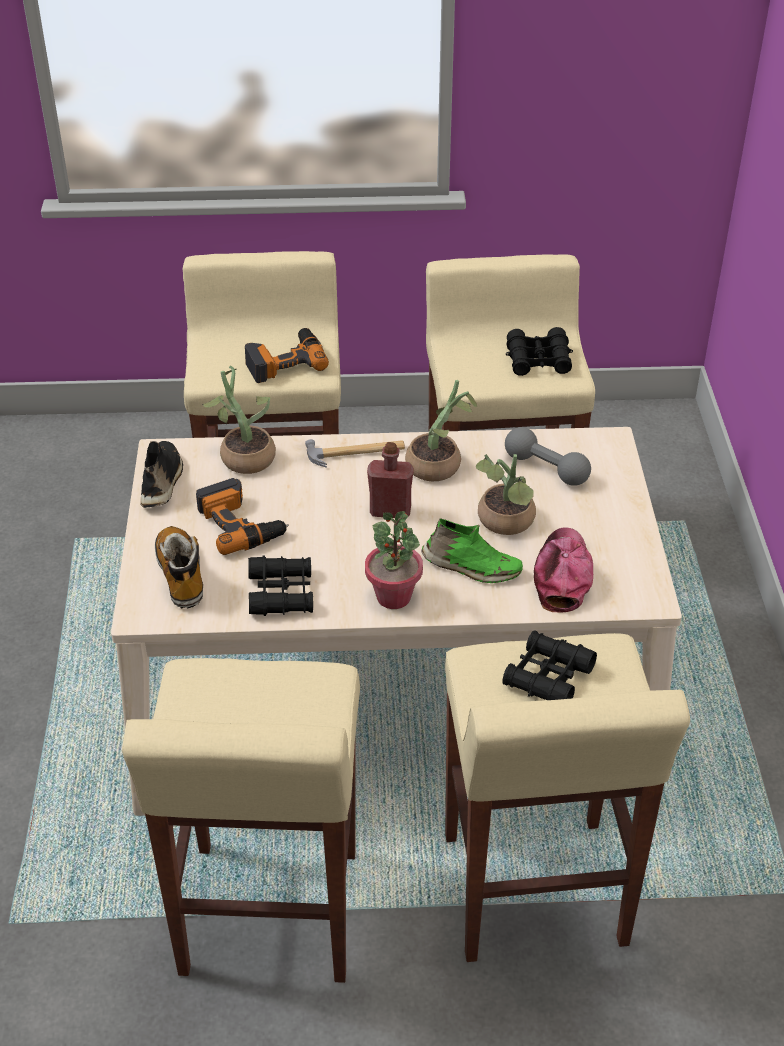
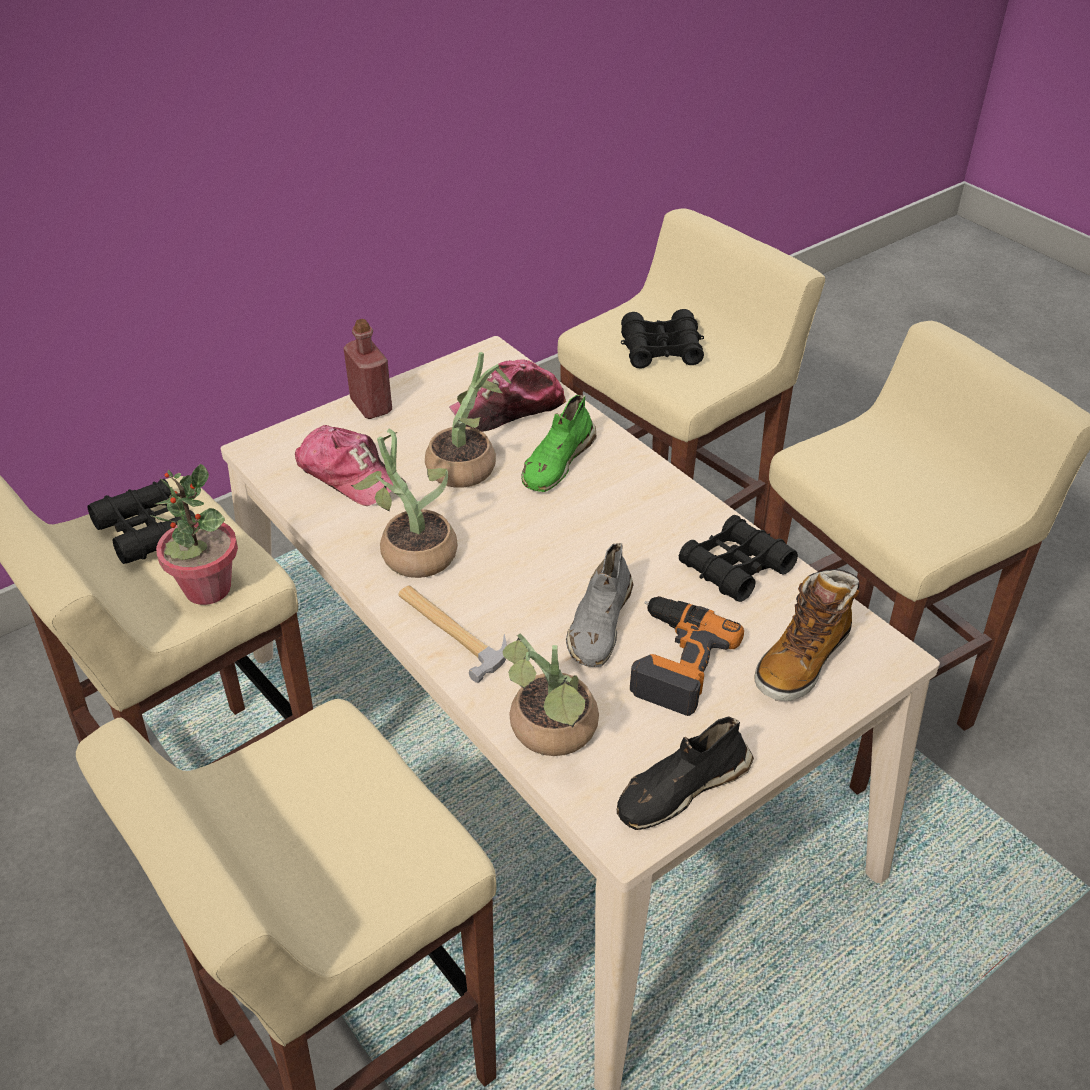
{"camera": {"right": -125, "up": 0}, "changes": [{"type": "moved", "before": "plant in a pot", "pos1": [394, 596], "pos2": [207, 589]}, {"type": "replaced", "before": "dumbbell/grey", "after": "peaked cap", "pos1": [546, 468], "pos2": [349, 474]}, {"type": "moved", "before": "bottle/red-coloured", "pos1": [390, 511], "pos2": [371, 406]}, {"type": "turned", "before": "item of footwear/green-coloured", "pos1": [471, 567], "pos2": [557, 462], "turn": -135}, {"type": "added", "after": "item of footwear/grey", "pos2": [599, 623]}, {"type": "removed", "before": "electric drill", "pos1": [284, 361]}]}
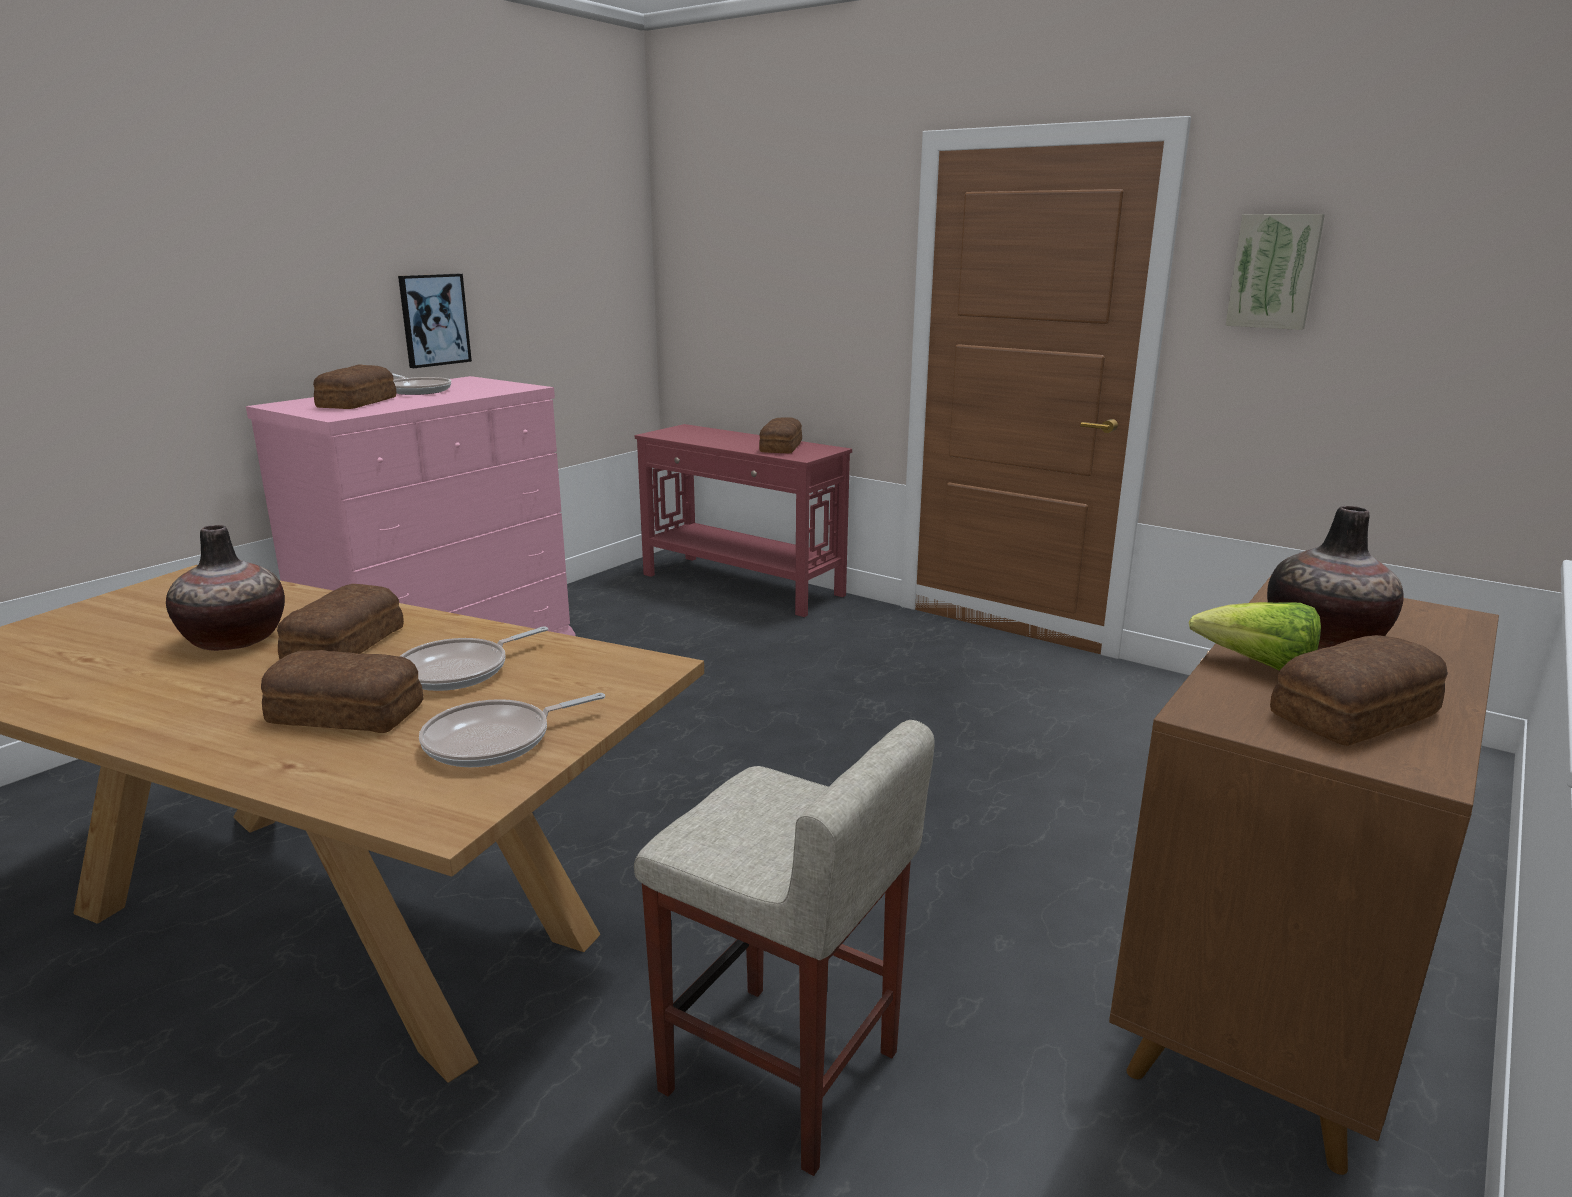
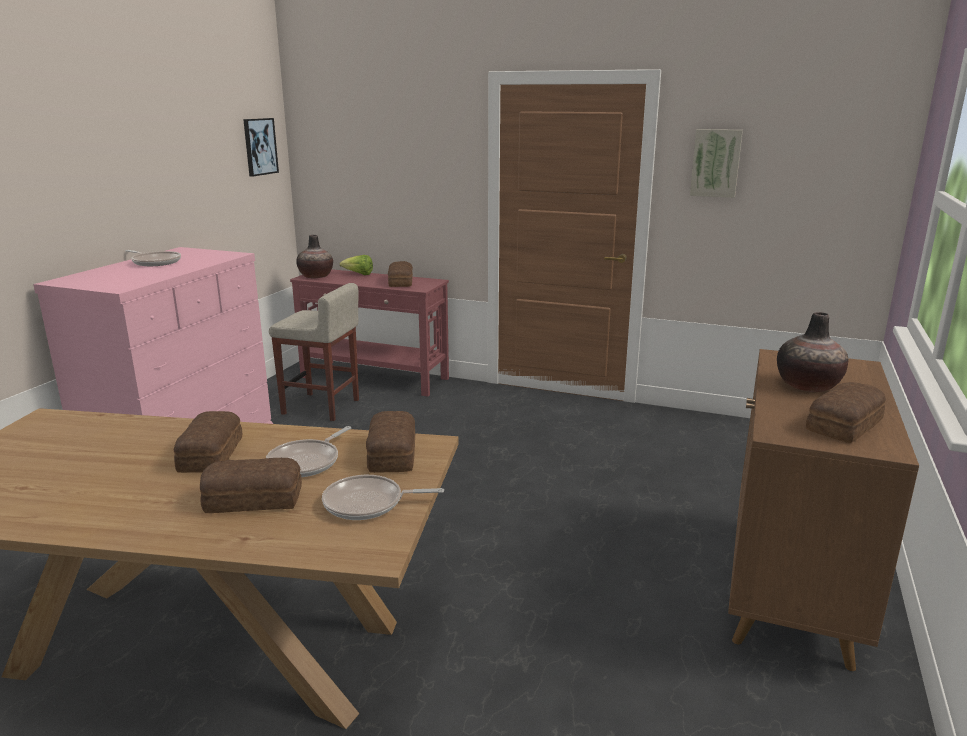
{"camera": {"right": -15, "up": 0}, "changes": [{"type": "moved", "before": "wall picture", "pos1": [434, 320], "pos2": [259, 146]}, {"type": "moved", "before": "sitting stool/beige", "pos1": [783, 1073], "pos2": [322, 407]}, {"type": "moved", "before": "decorative vase", "pos1": [234, 640], "pos2": [316, 276]}, {"type": "turned", "before": "frying pan", "pos1": [495, 741], "pos2": [368, 504], "turn": 45}, {"type": "moved", "before": "head of lettuce", "pos1": [1258, 666], "pos2": [359, 274]}, {"type": "moved", "before": "bread", "pos1": [355, 403], "pos2": [390, 455]}]}
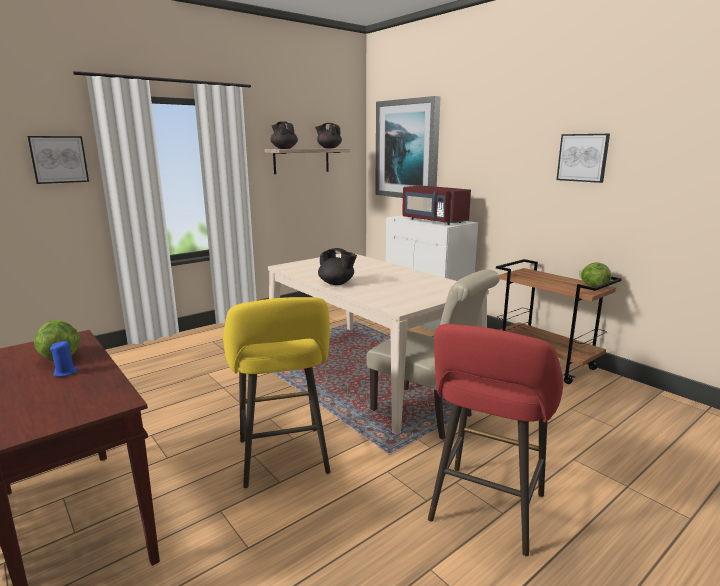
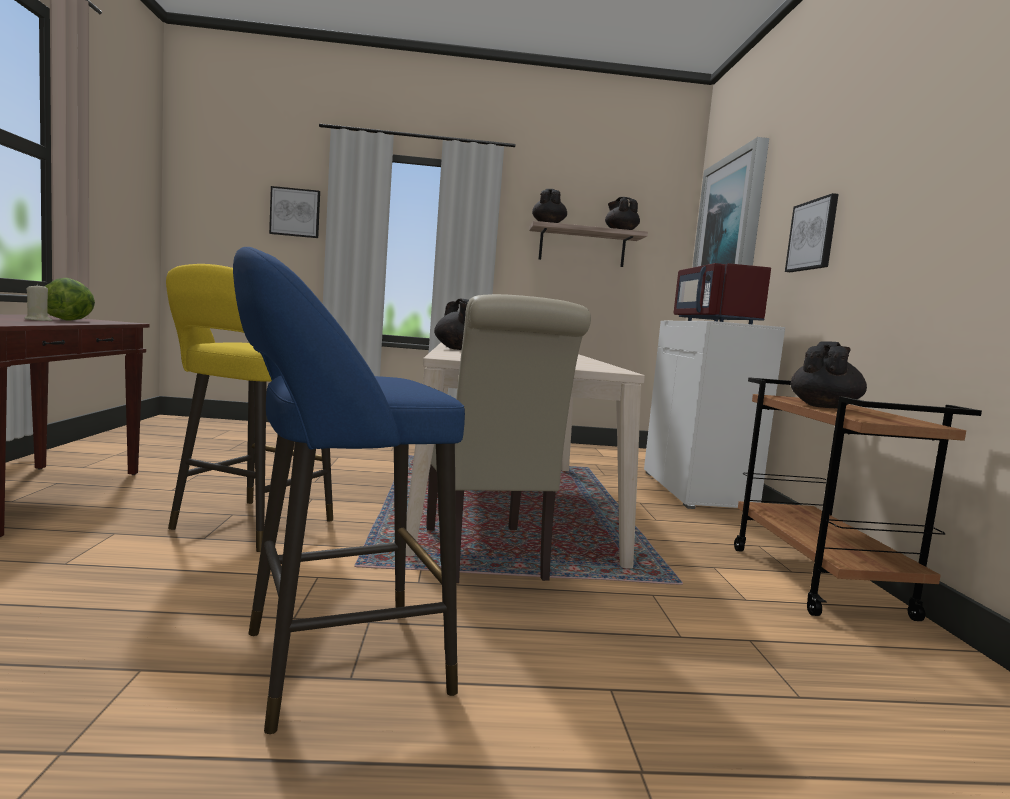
{"camera": {"right": 35, "up": -10}, "changes": [{"type": "recoloured", "before": "wax light/blue-coloured", "after": "wax light/beige", "pos1": [65, 373], "pos2": [38, 320]}, {"type": "recoloured", "before": "sitting stool/red-coloured", "after": "sitting stool/blue-coloured", "pos1": [485, 512], "pos2": [331, 664]}, {"type": "moved", "before": "wall picture", "pos1": [583, 157], "pos2": [812, 235]}, {"type": "added", "after": "tea pot/black", "pos2": [824, 407]}, {"type": "removed", "before": "head of lettuce", "pos1": [593, 286]}]}
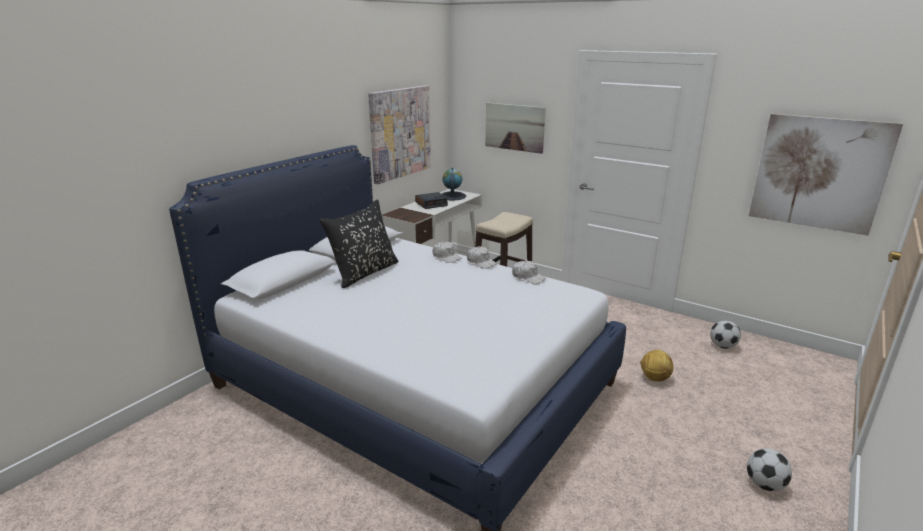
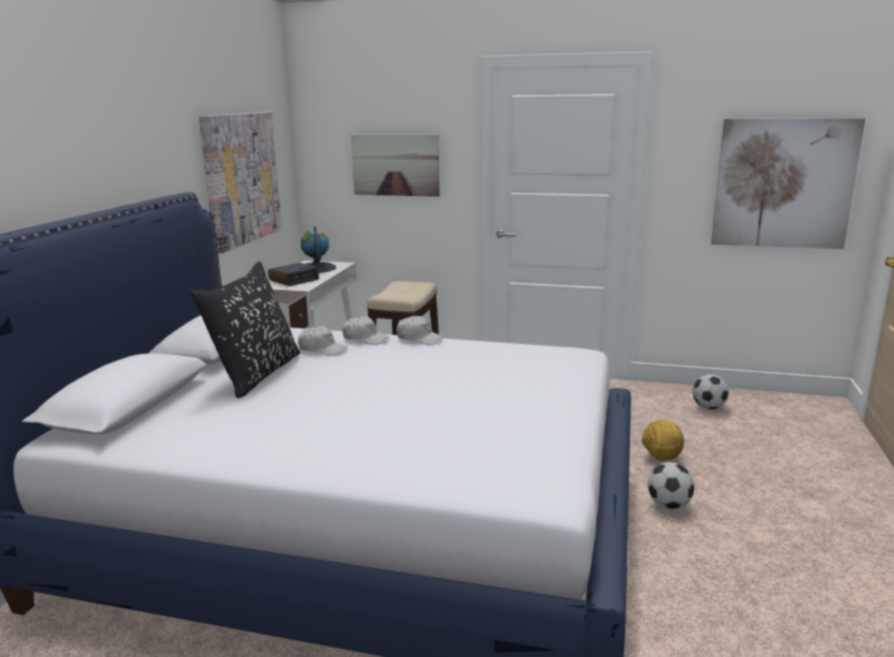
{"camera": {"right": -20, "up": -5}, "changes": [{"type": "moved", "before": "peaked cap/whitish", "pos1": [528, 277], "pos2": [322, 349]}, {"type": "moved", "before": "football ball", "pos1": [764, 484], "pos2": [668, 505]}]}
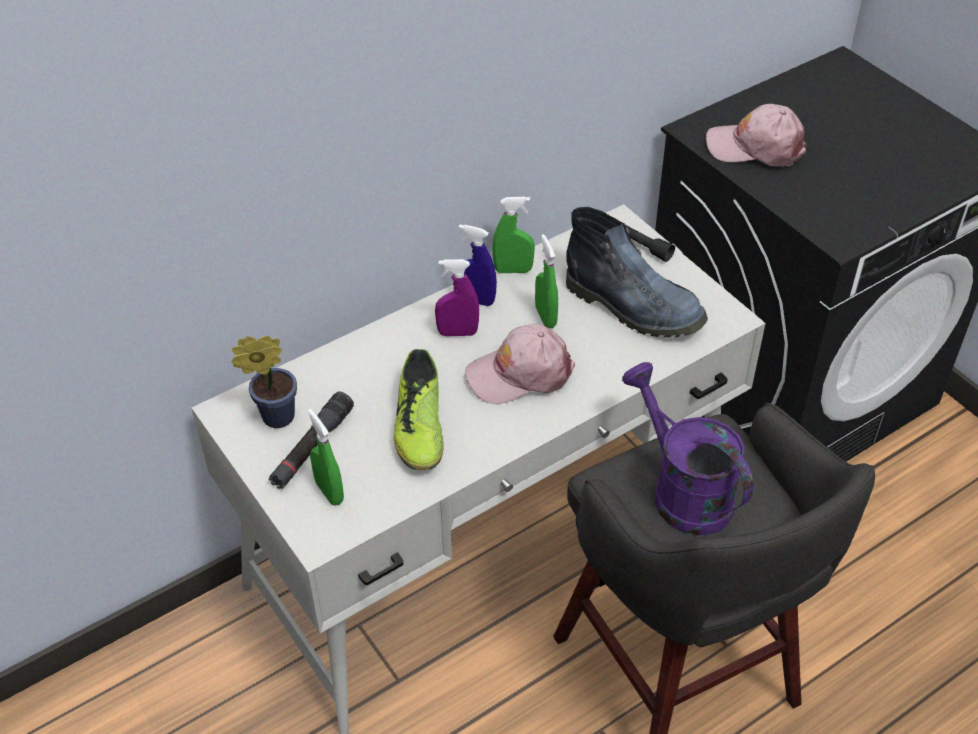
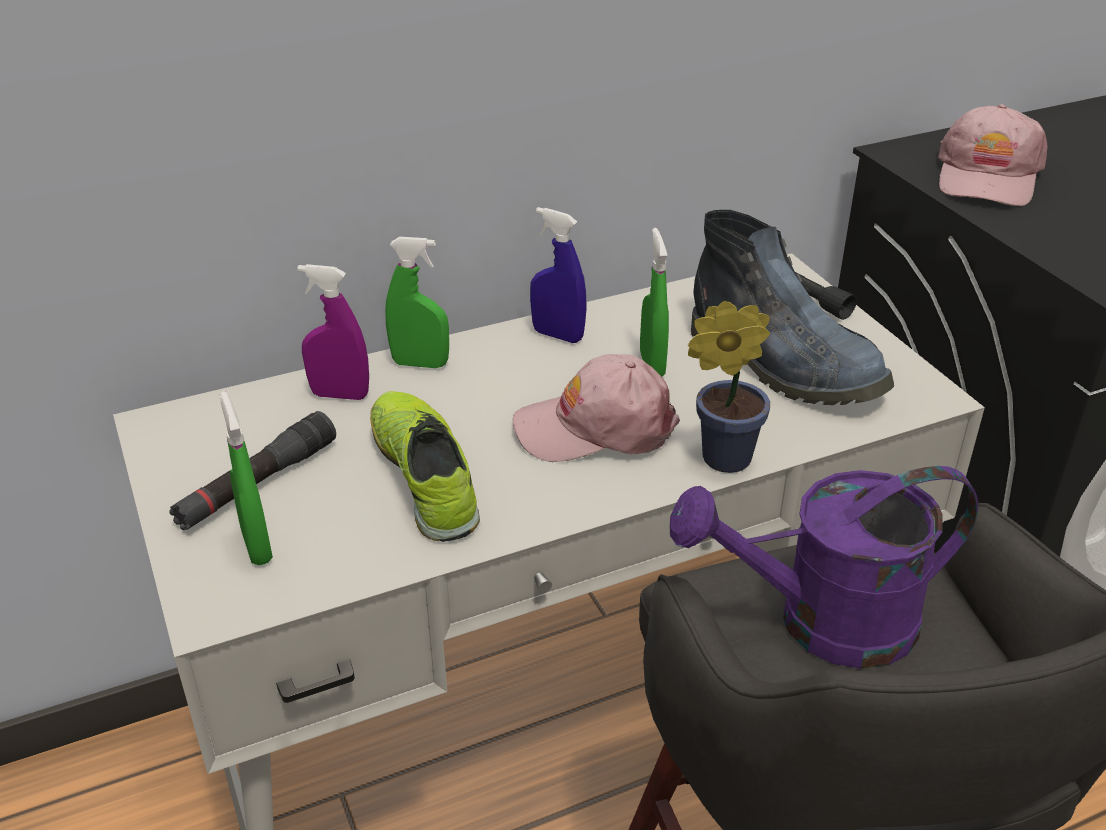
{"camera": {"right": 10, "up": -10}, "changes": [{"type": "moved", "before": "hand sprayer/purplish", "pos1": [457, 333], "pos2": [340, 395]}, {"type": "turned", "before": "item of footwear", "pos1": [419, 426], "pos2": [425, 476], "turn": 150}, {"type": "moved", "before": "hand sprayer/green-coloured", "pos1": [513, 270], "pos2": [420, 364]}, {"type": "turned", "before": "watering pot/purplish", "pos1": [682, 490], "pos2": [822, 623], "turn": -75}, {"type": "moved", "before": "plant in a pot", "pos1": [273, 417], "pos2": [719, 458]}, {"type": "turned", "before": "peaked cap/pinkish", "pos1": [755, 147], "pos2": [987, 176], "turn": -90}]}
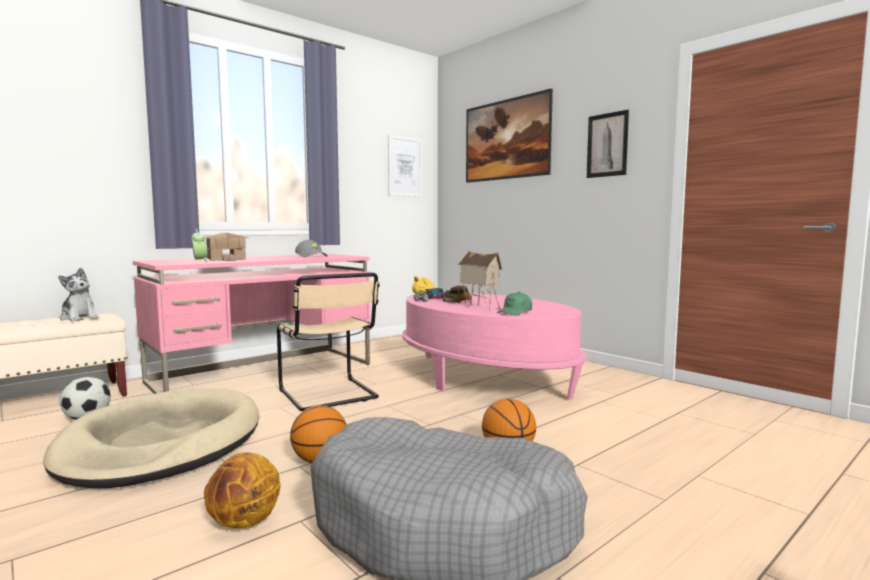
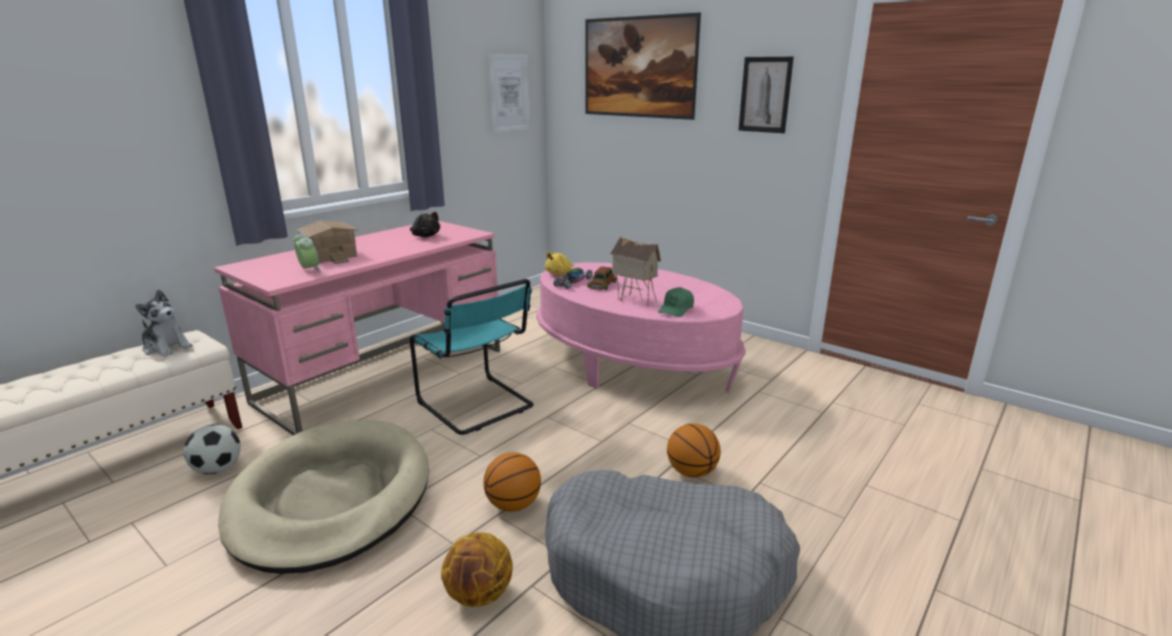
{"camera": {"right": -10, "up": 15}, "changes": [{"type": "replaced", "before": "peaked cap/grey", "after": "soft toy/black", "pos1": [311, 256], "pos2": [425, 236]}, {"type": "recoloured", "before": "upright chair/beige", "after": "upright chair/blue-green", "pos1": [329, 395], "pos2": [478, 406]}]}
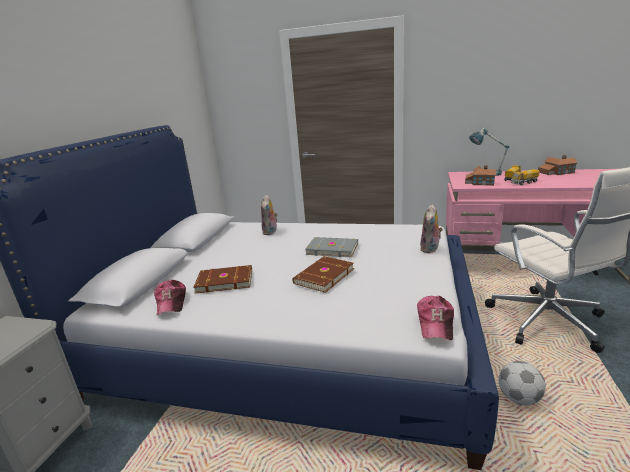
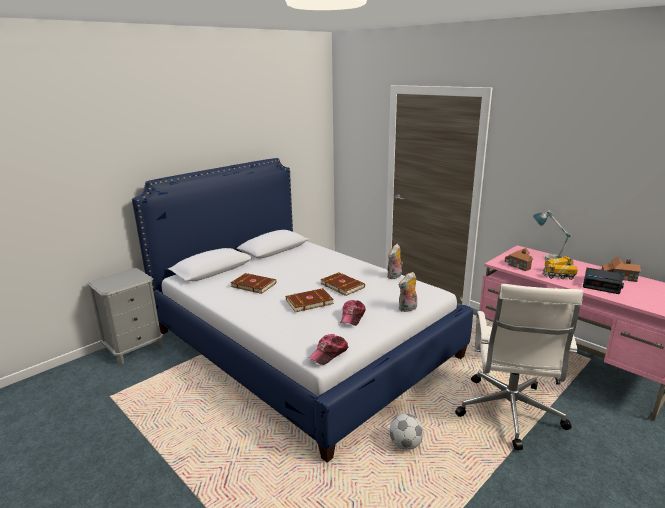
{"camera": {"right": 30, "up": 0}, "changes": [{"type": "recoloured", "before": "bound book/grey", "after": "bound book/brown", "pos1": [332, 249], "pos2": [342, 285]}, {"type": "moved", "before": "peaked cap", "pos1": [171, 302], "pos2": [352, 317]}, {"type": "moved", "before": "soft toy", "pos1": [270, 232], "pos2": [395, 276]}, {"type": "added", "after": "bedside clock", "pos2": [602, 285]}]}
